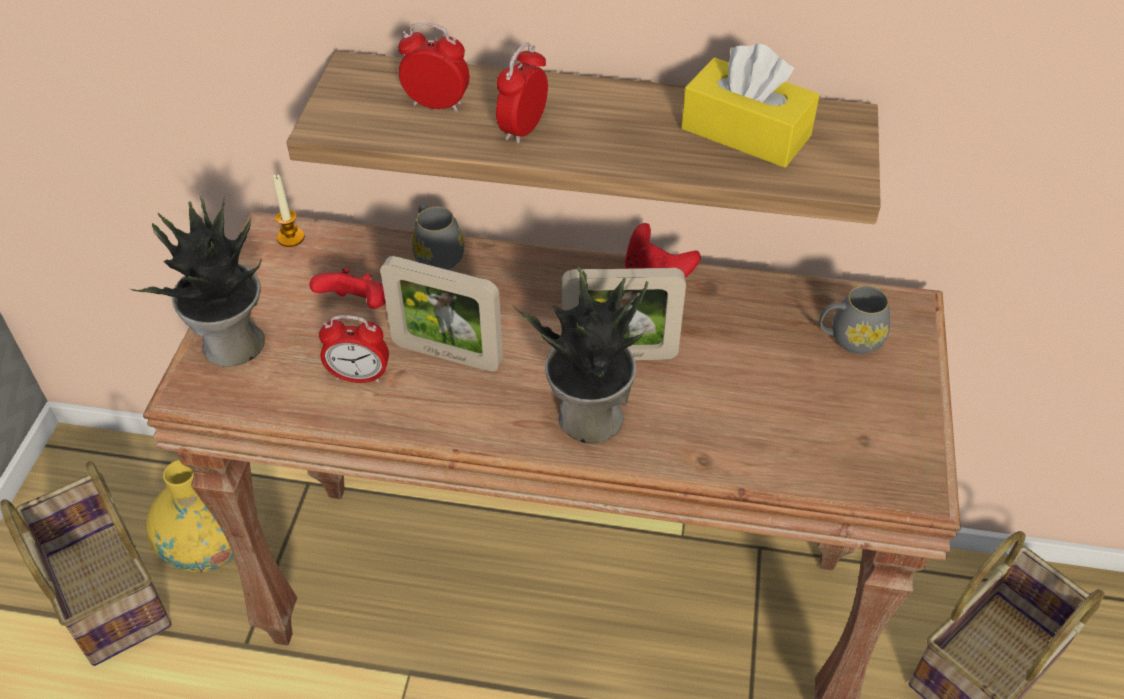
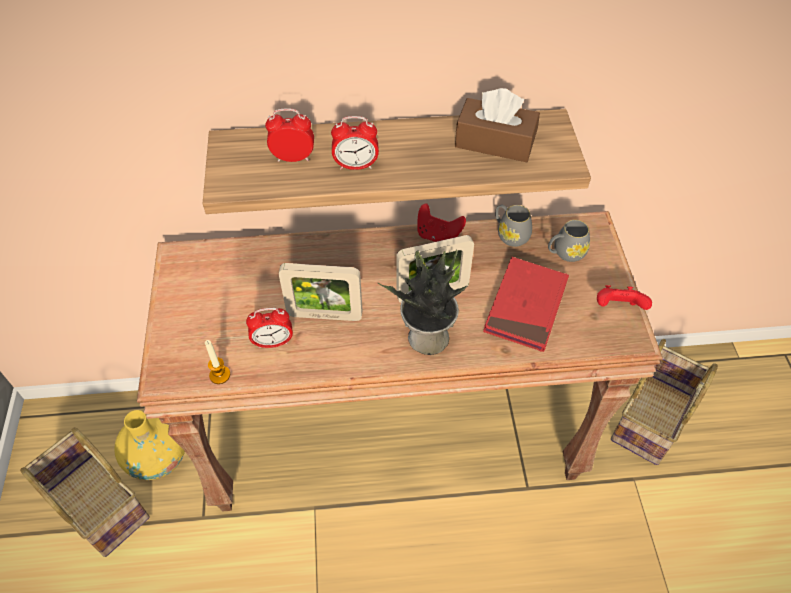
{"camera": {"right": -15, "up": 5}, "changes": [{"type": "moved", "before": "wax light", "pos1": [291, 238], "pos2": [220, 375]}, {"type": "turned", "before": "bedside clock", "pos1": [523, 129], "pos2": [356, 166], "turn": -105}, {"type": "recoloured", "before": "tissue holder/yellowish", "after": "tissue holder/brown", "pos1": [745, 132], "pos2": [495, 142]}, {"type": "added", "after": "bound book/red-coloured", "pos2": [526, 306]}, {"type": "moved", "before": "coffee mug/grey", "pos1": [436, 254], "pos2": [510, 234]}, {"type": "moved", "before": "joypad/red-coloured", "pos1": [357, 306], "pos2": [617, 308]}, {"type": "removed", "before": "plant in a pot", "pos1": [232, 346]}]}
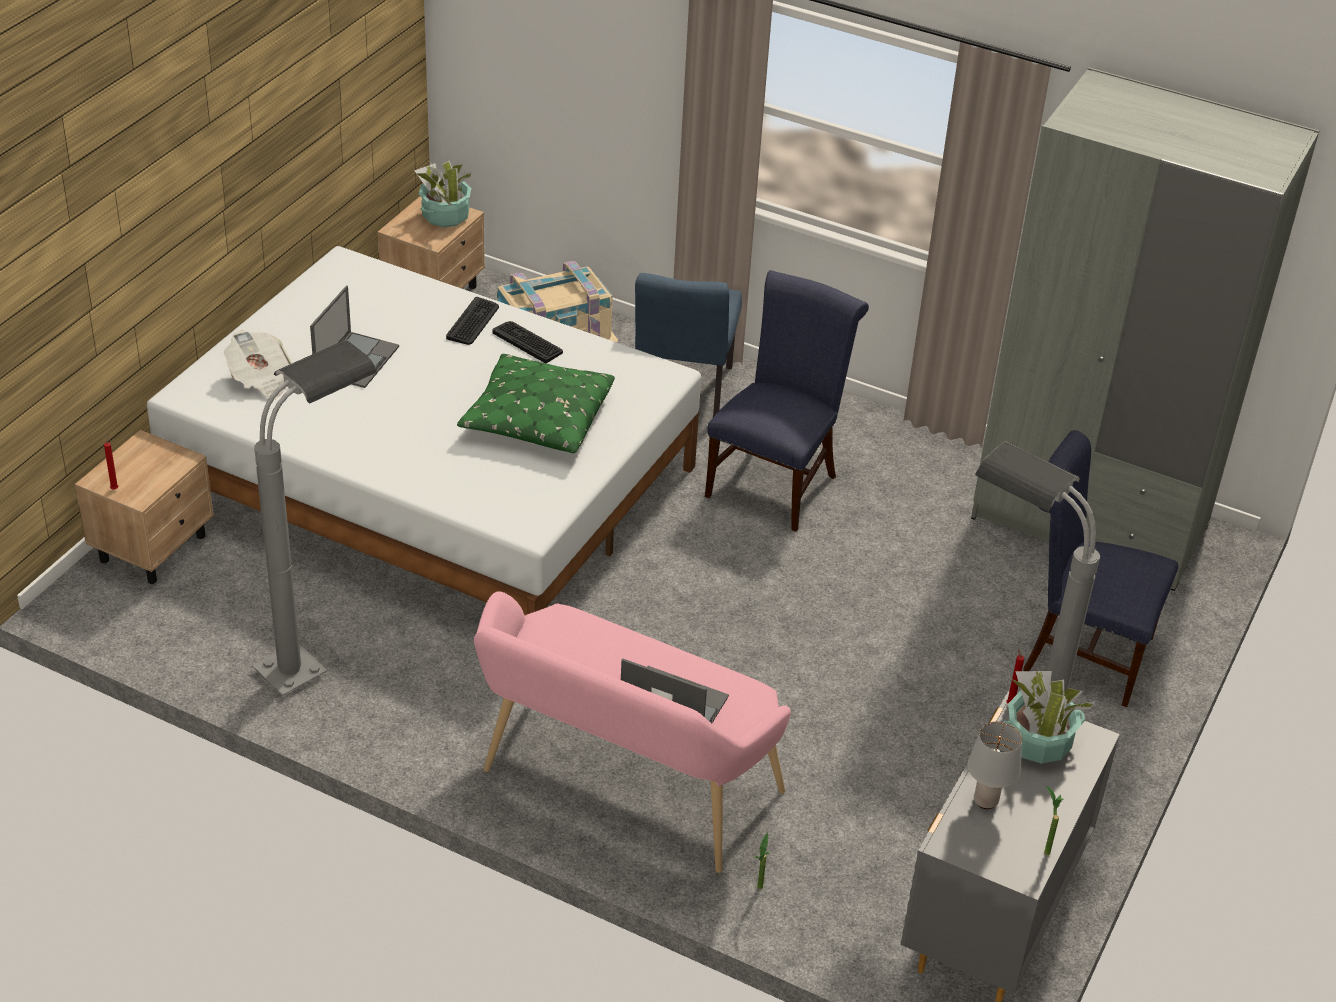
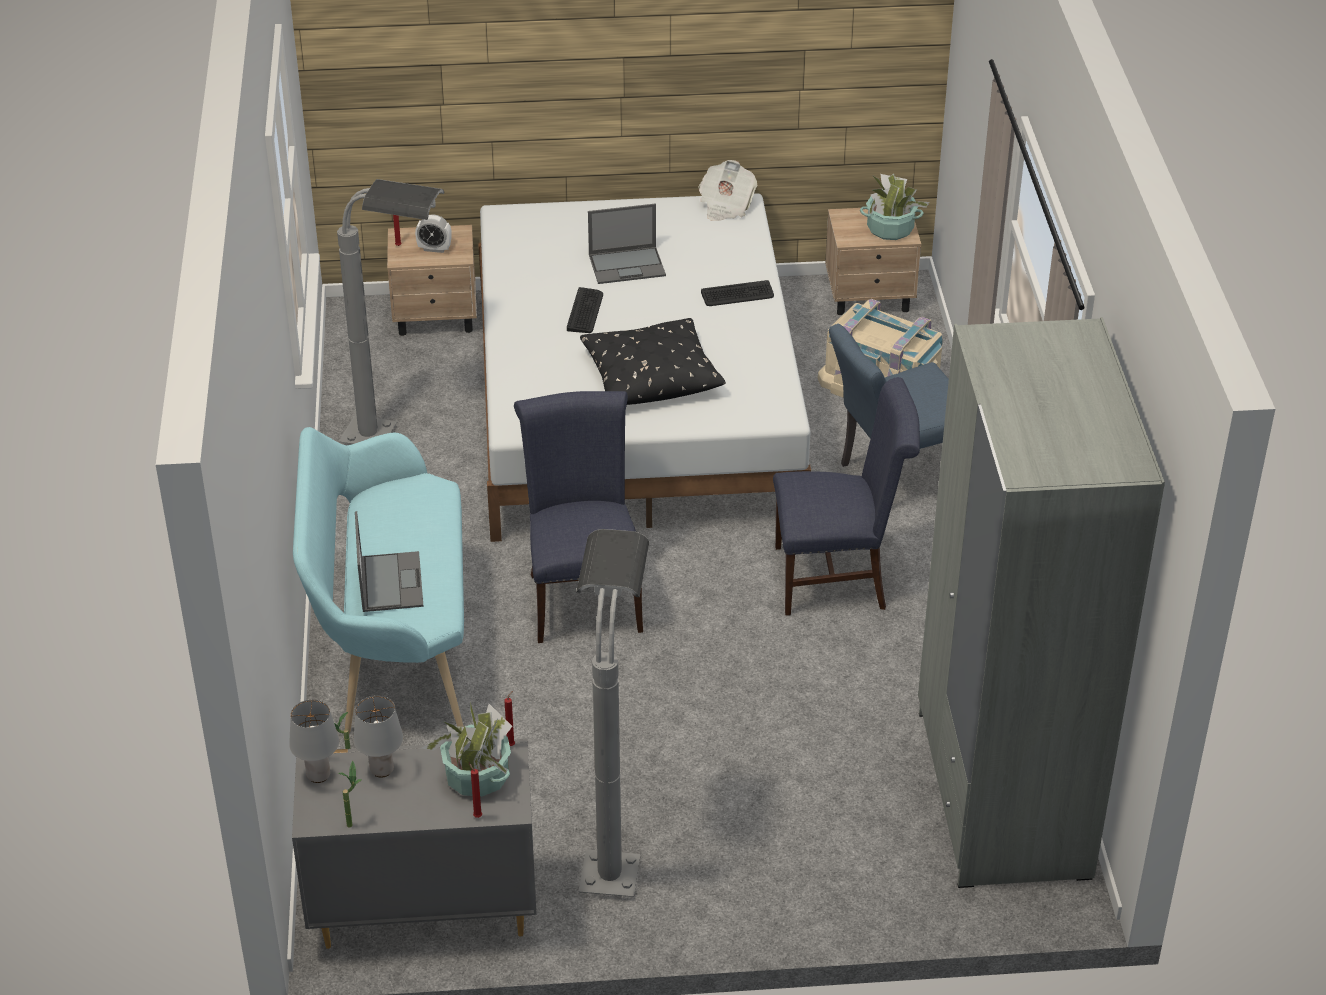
{"camera": {"right": 60, "up": 0}, "changes": [{"type": "added", "after": "table lamp/grey", "pos2": [317, 775]}, {"type": "recoloured", "before": "indoor bench/pinkish", "after": "indoor bench/blue-green", "pos1": [622, 788], "pos2": [392, 645]}, {"type": "added", "after": "bedside clock", "pos2": [434, 249]}, {"type": "added", "after": "wax light/red-coloured", "pos2": [476, 816]}, {"type": "moved", "before": "upright chair/blue-coloured", "pos1": [1079, 651], "pos2": [583, 597]}, {"type": "moved", "before": "PC keyboard", "pos1": [528, 342], "pos2": [585, 311]}, {"type": "recoloured", "before": "throw pillow/green-coloured", "after": "throw pillow/black", "pos1": [536, 418], "pos2": [650, 375]}, {"type": "moved", "before": "printed paper", "pos1": [262, 380], "pos2": [726, 206]}]}
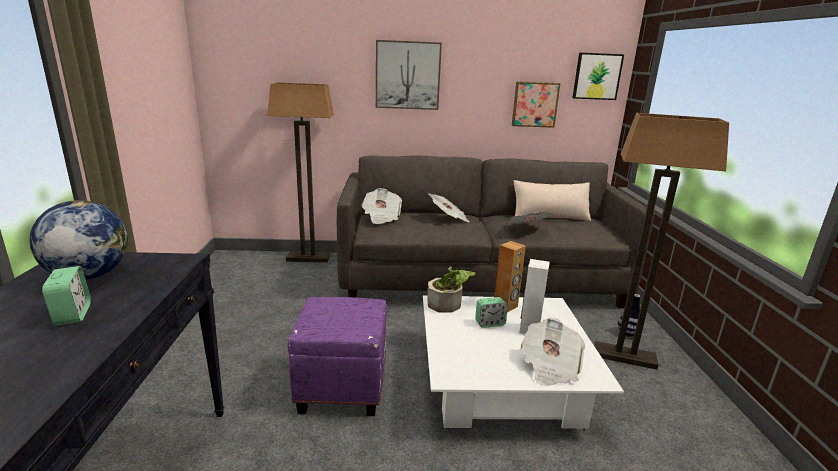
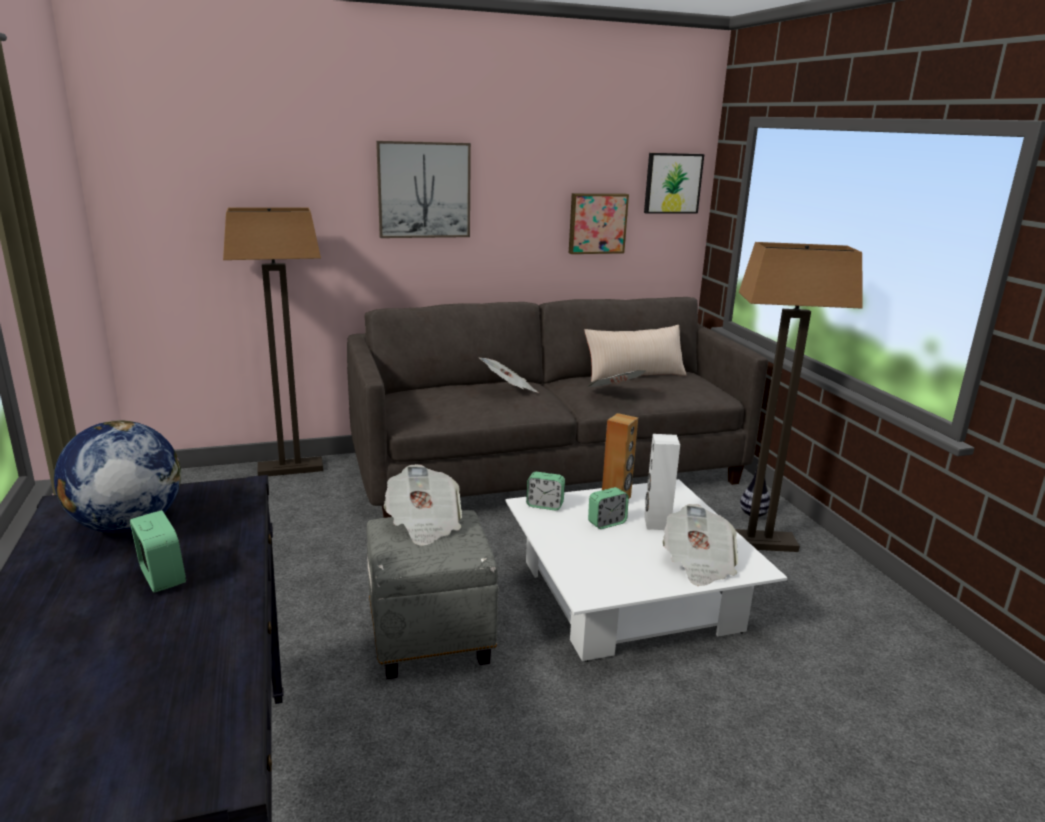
{"camera": {"right": -15, "up": 0}, "changes": [{"type": "recoloured", "before": "footrest/purplish", "after": "footrest/grey", "pos1": [341, 386], "pos2": [429, 636]}, {"type": "moved", "before": "printed paper", "pos1": [381, 217], "pos2": [424, 524]}, {"type": "replaced", "before": "plant in a pot", "after": "bedside clock", "pos1": [449, 304], "pos2": [545, 505]}]}
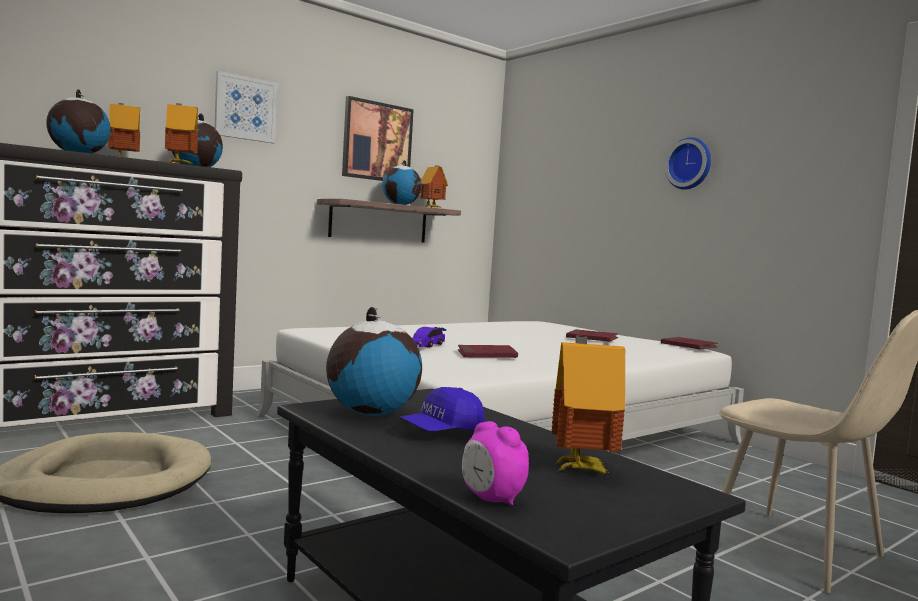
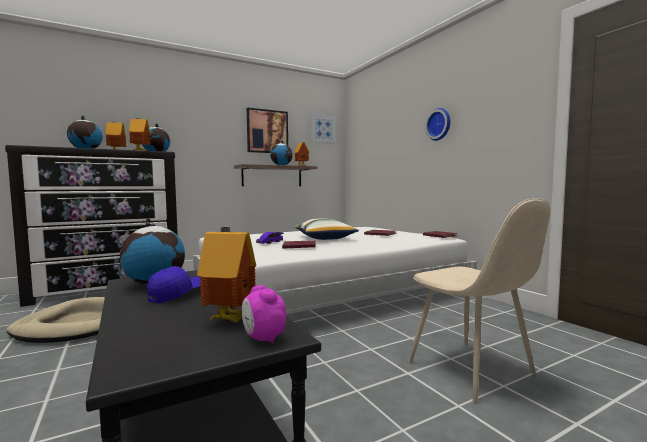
{"camera": {"right": 10, "up": 0}, "changes": [{"type": "turned", "before": "peaked cap/blue-coloured", "pos1": [441, 432], "pos2": [177, 295], "turn": 150}, {"type": "moved", "before": "bedside clock", "pos1": [491, 499], "pos2": [263, 338]}, {"type": "added", "after": "throw pillow", "pos2": [325, 238]}, {"type": "moved", "before": "wall picture", "pos1": [245, 108], "pos2": [323, 128]}]}
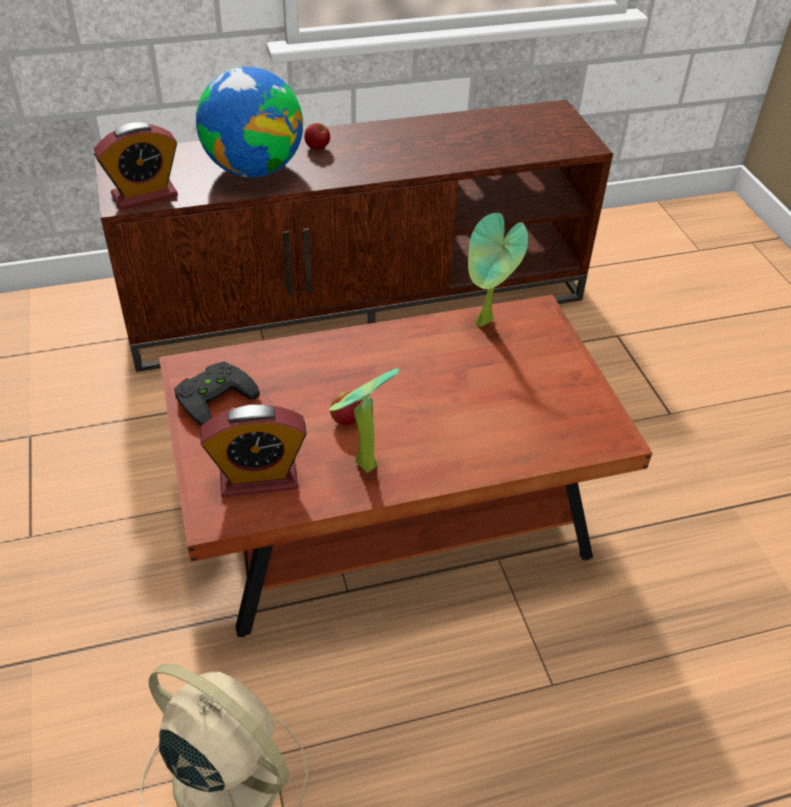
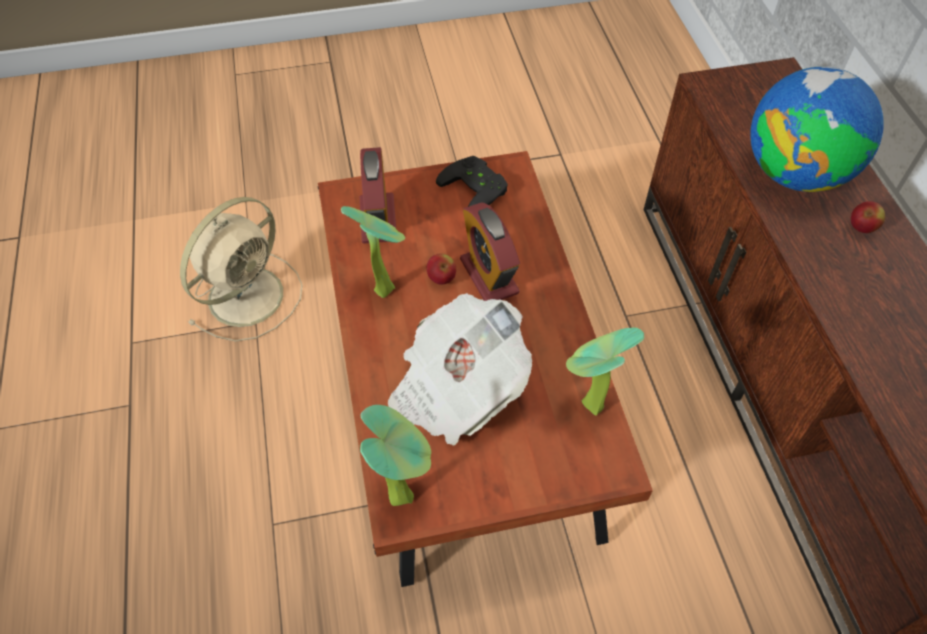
{"camera": {"right": 95, "up": 10}, "changes": [{"type": "added", "after": "plant in a pot", "pos2": [404, 493]}, {"type": "added", "after": "printed paper", "pos2": [456, 388]}, {"type": "moved", "before": "bedside clock", "pos1": [144, 195], "pos2": [489, 276]}]}
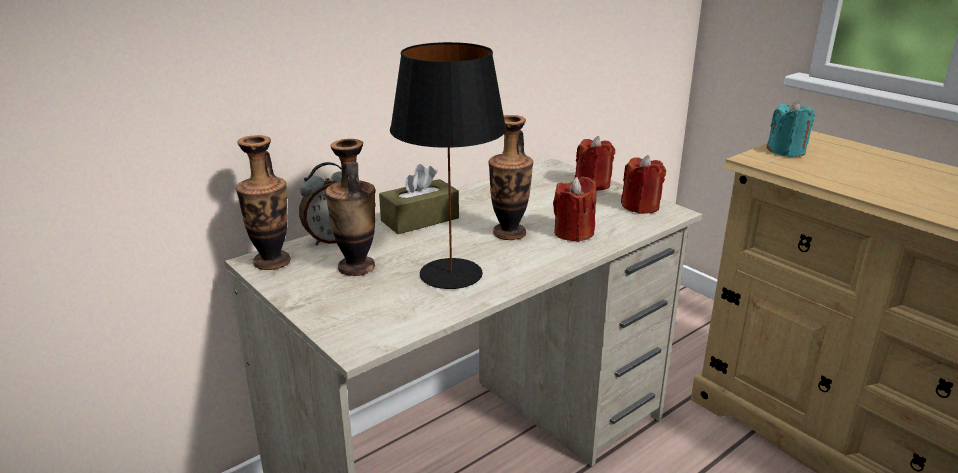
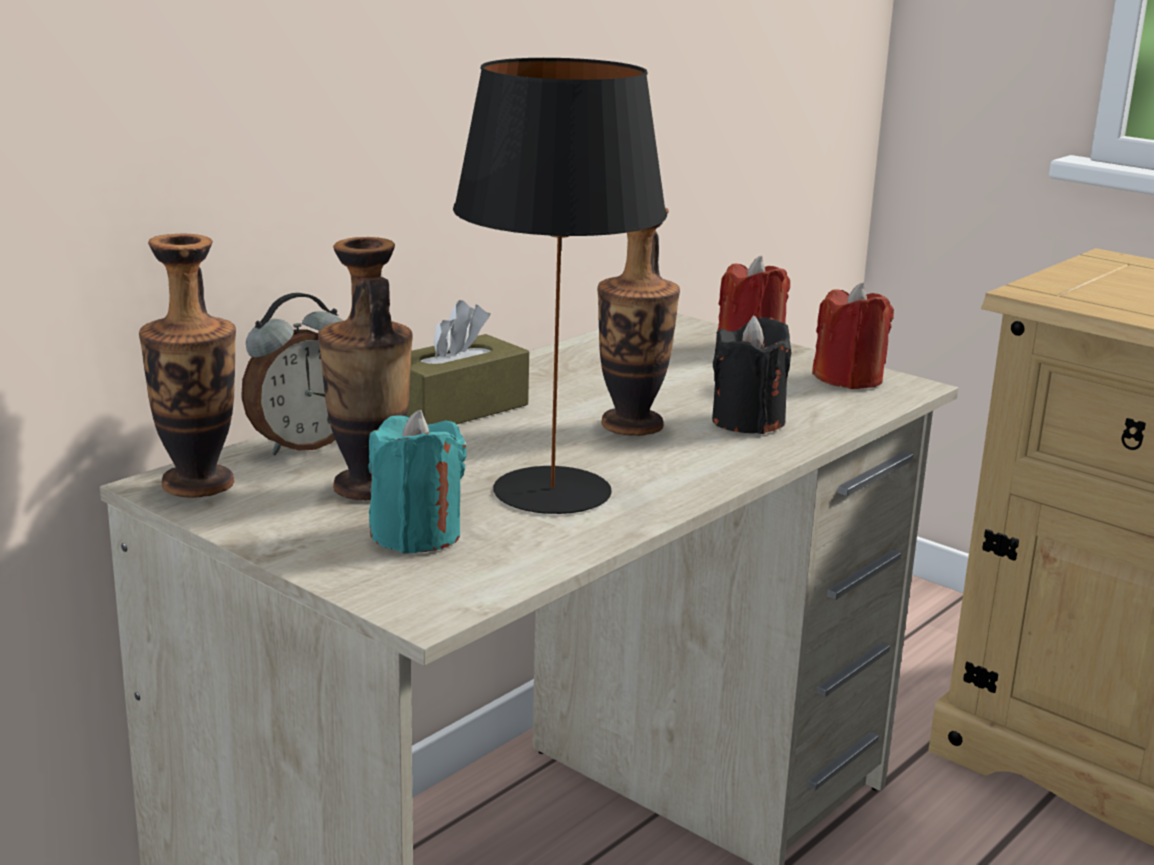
{"camera": {"right": -10, "up": -5}, "changes": [{"type": "moved", "before": "wax light/blue-green", "pos1": [786, 151], "pos2": [416, 535]}, {"type": "recoloured", "before": "wax light/red-coloured", "after": "wax light/black", "pos1": [574, 233], "pos2": [748, 421]}]}
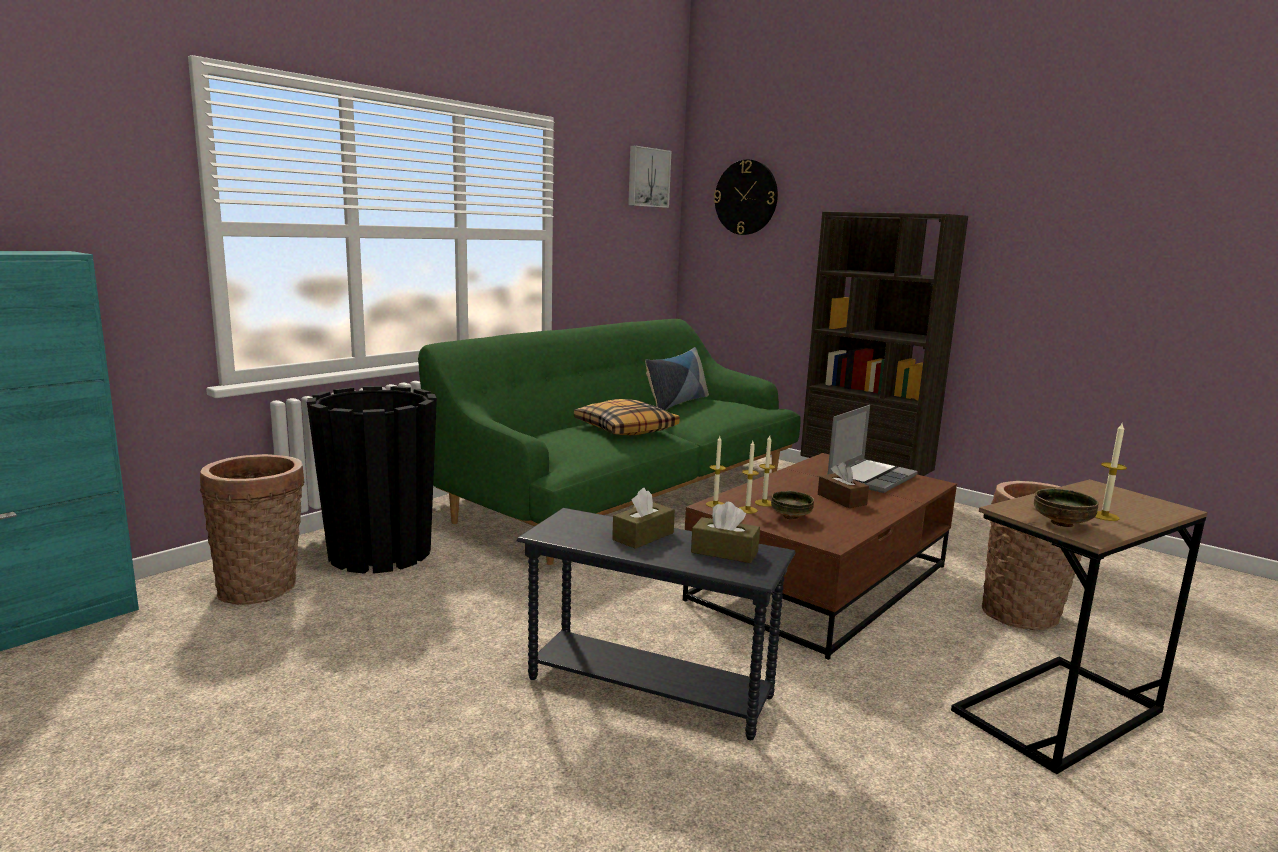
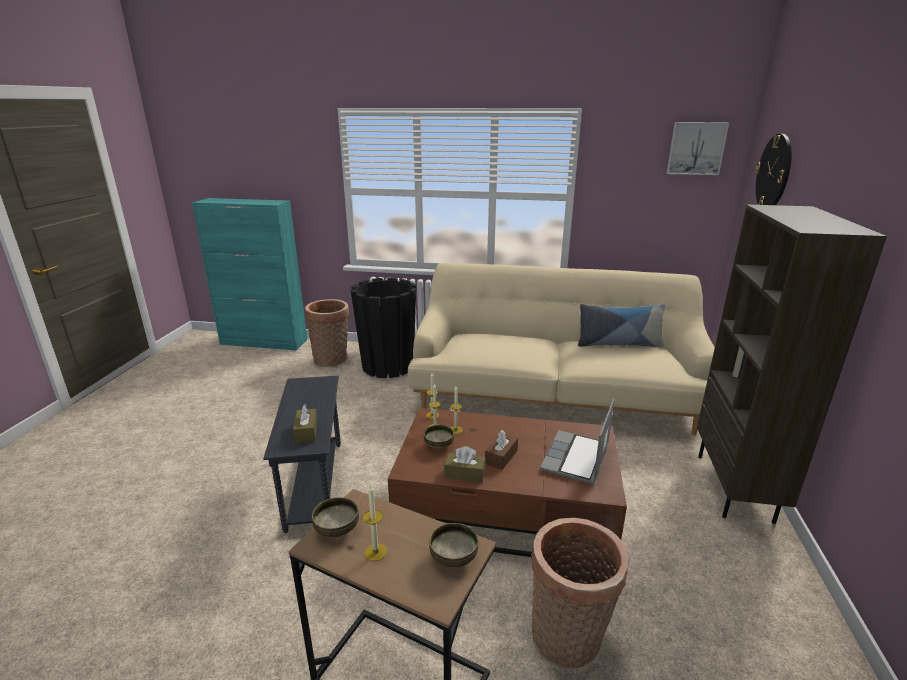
{"camera": {"right": 60, "up": 10}, "changes": [{"type": "recoloured", "before": "couch/green-coloured", "after": "couch/beige", "pos1": [627, 494], "pos2": [554, 394]}, {"type": "added", "after": "bowl", "pos2": [453, 558]}, {"type": "moved", "before": "tissue holder/brown", "pos1": [643, 536], "pos2": [464, 474]}, {"type": "turned", "before": "laptop", "pos1": [871, 477], "pos2": [576, 459], "turn": 105}, {"type": "removed", "before": "throw pillow", "pos1": [625, 429]}]}
